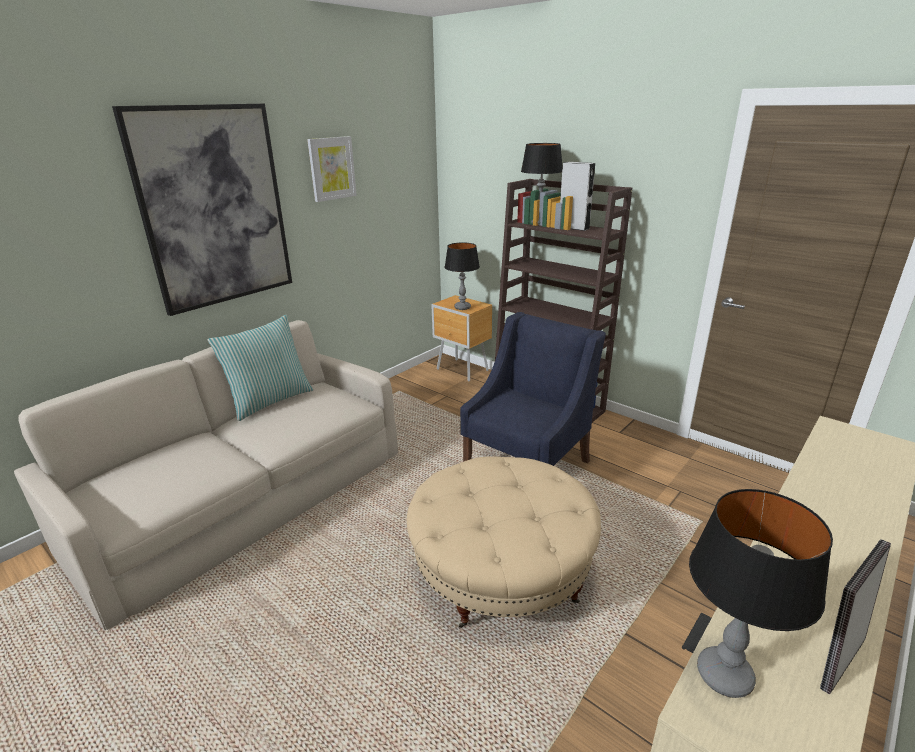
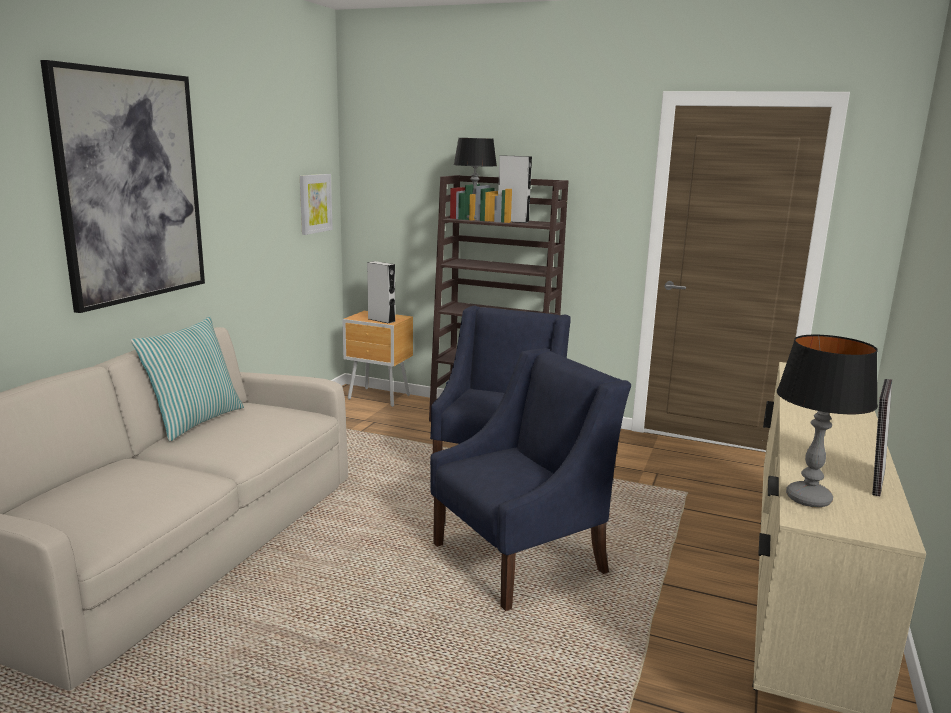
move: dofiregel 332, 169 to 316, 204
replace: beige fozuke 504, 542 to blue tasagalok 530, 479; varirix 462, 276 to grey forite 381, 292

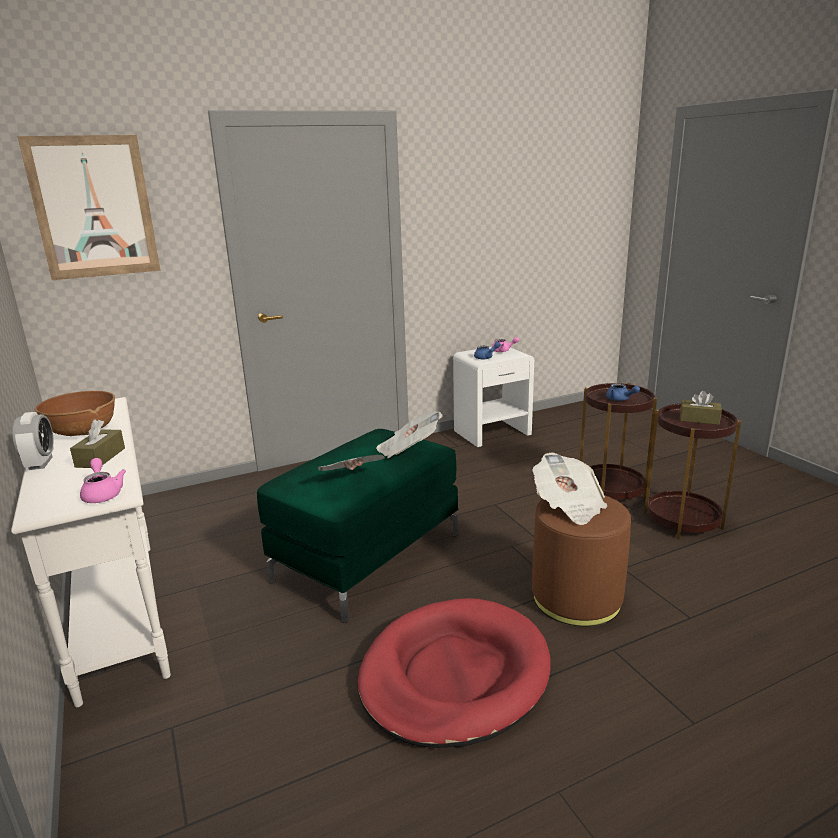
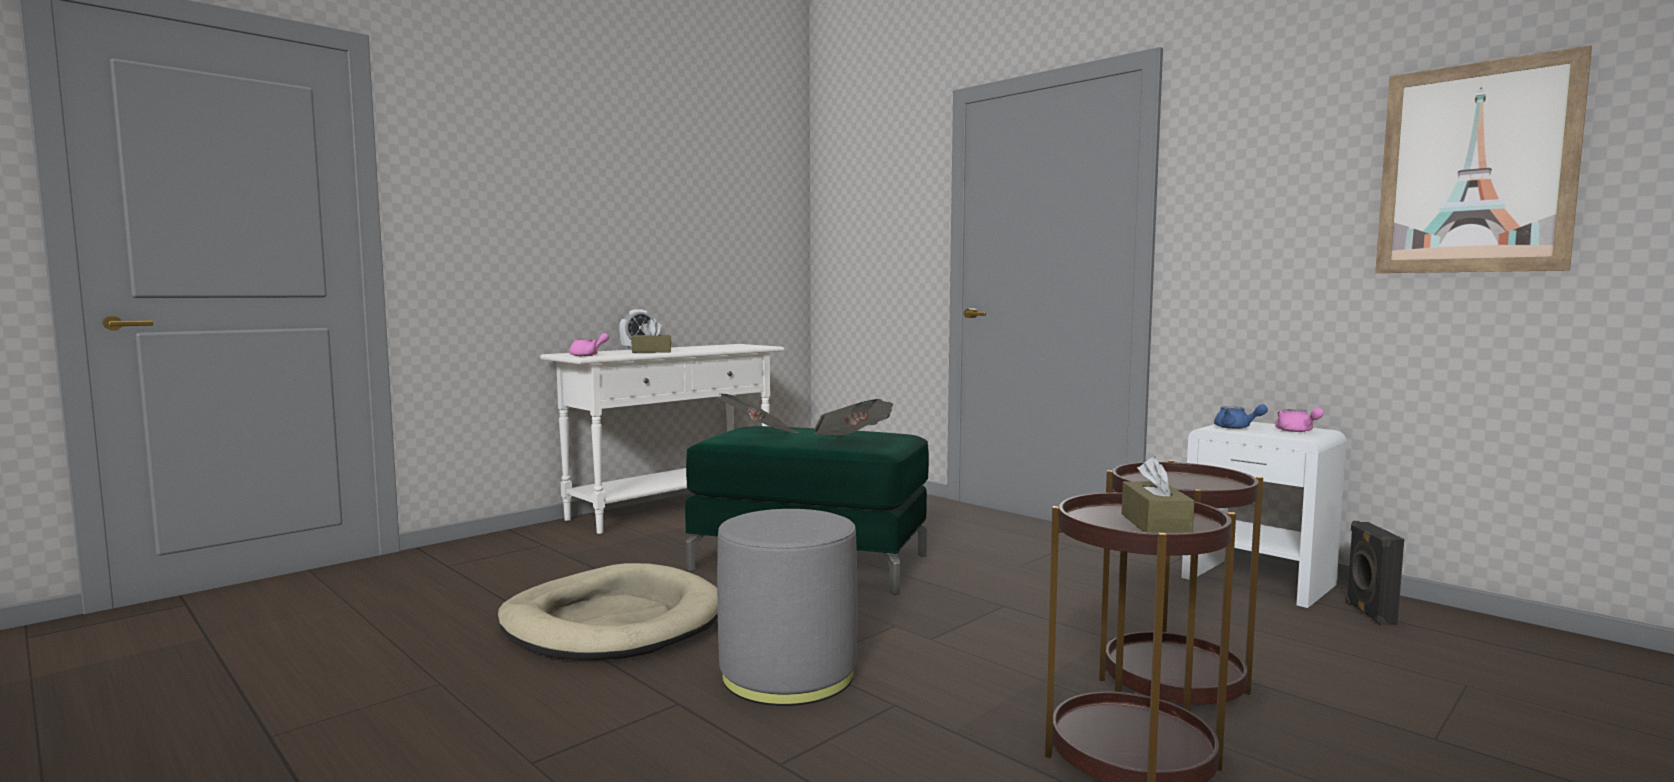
delete: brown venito 75, 413; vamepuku 569, 489; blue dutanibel 623, 392
insert: black forite 1375, 573
move: dofiregel 89, 207 to 1483, 159
recolor: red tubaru 454, 673 to beige tubaru 607, 611; brown fozuke 581, 561 to grey fozuke 787, 607

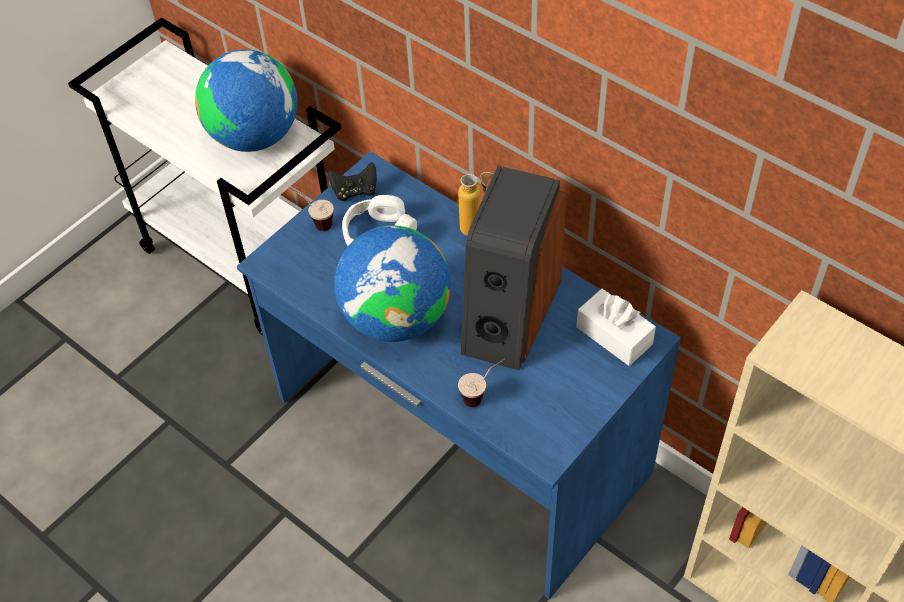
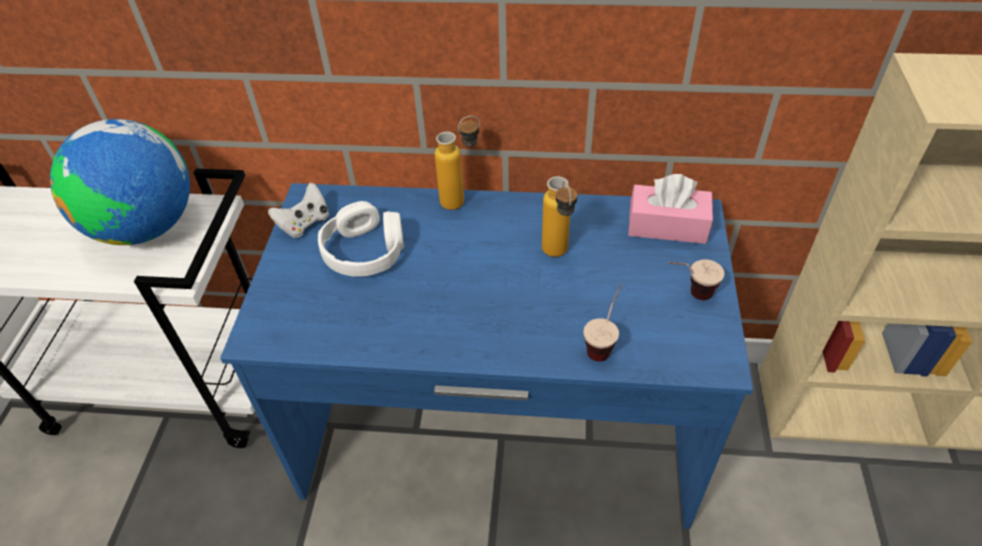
delete: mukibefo 392, 283
move: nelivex 311, 209 to 696, 280
replace: forite 513, 268 to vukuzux 560, 216
recolor: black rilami 352, 181 to white rilami 298, 210; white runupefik 616, 327 to pink runupefik 670, 209

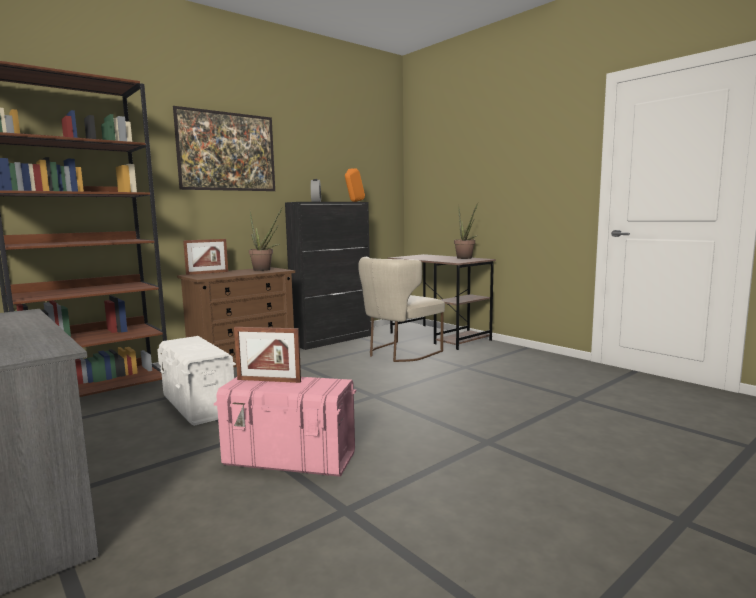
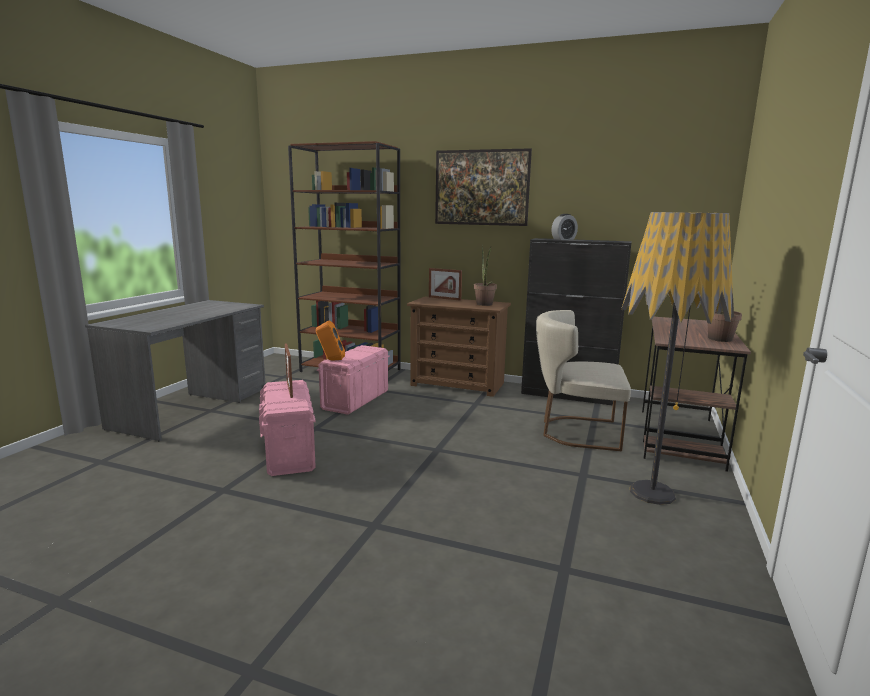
insert: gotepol 677, 358
move: orange forite 355, 185 to 330, 341
recolor: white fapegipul 196, 381 to pink fapegipul 353, 380

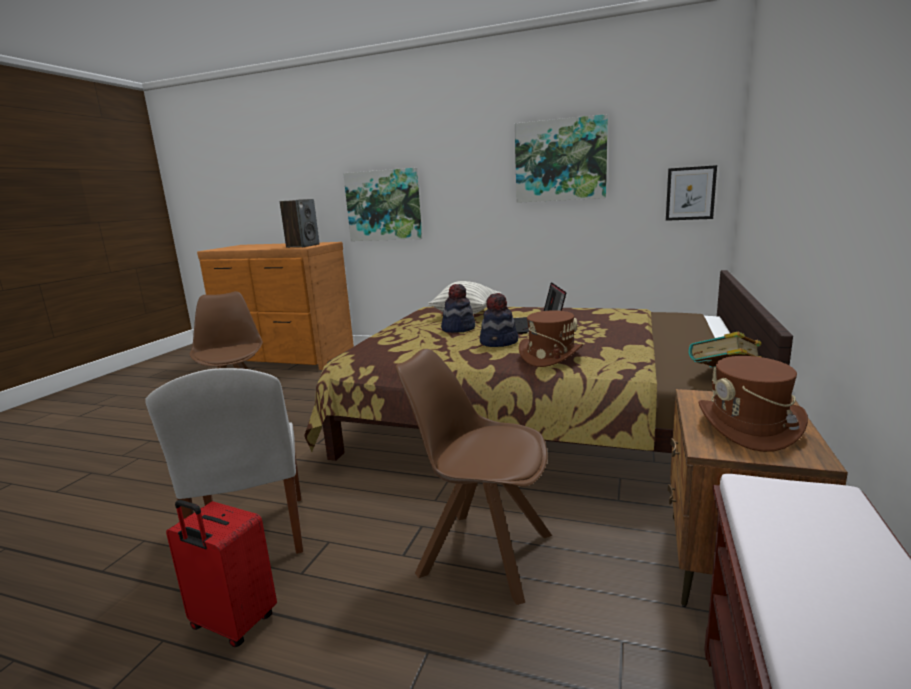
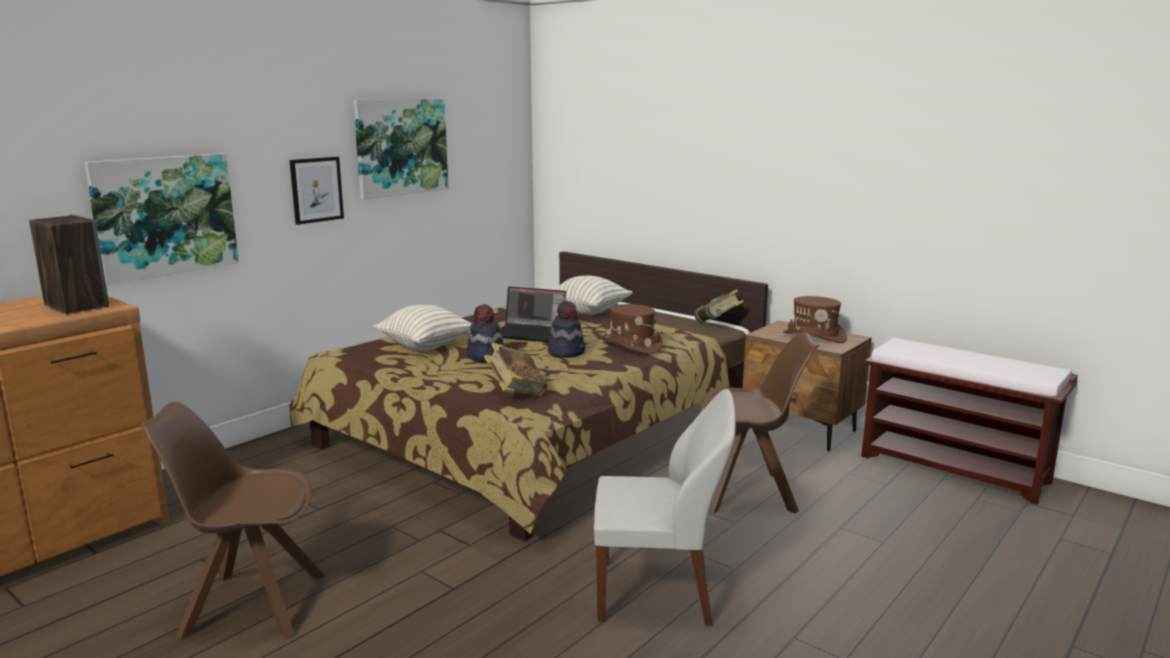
delete: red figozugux 221, 573
insert: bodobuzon 516, 369; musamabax 593, 295
move: dofiregel 691, 193 to 317, 191
rotate: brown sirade 473, 477 = 759, 423 135 degrees counterclockwise

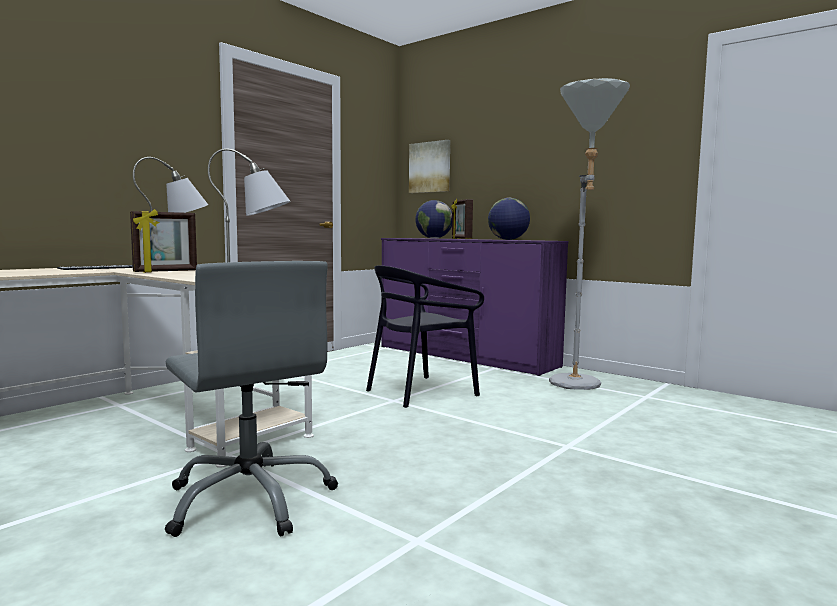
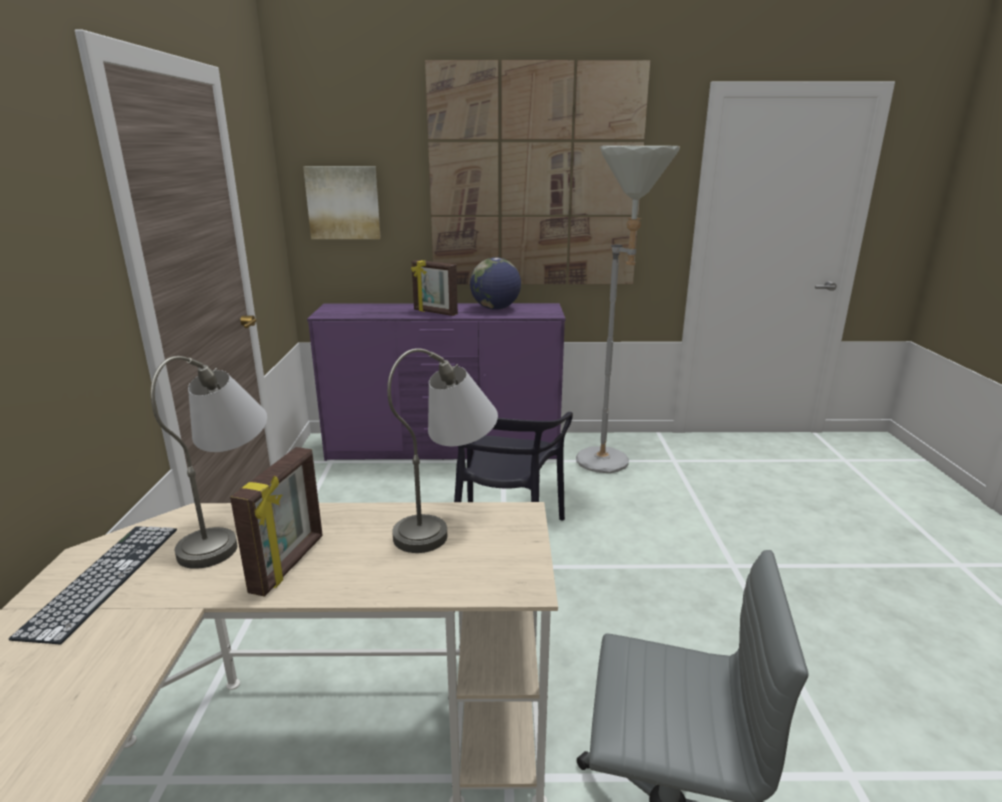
delete: mukibefo 433, 219
insert: dofiregel 538, 172

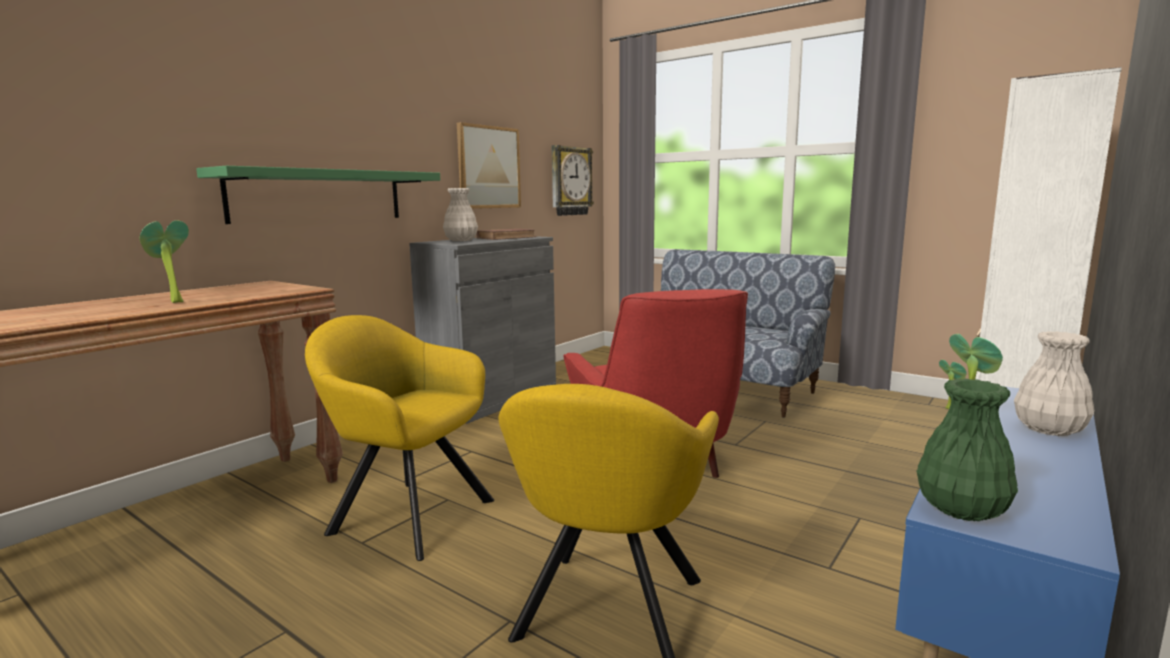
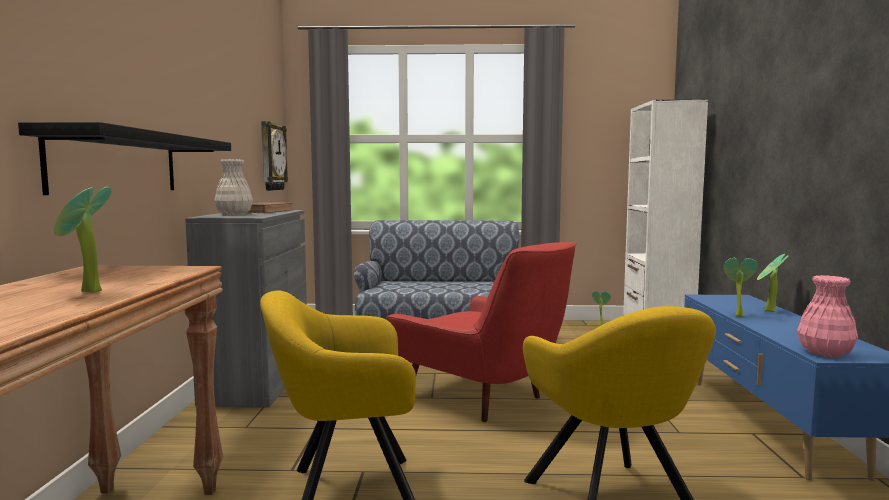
delete: dofiregel 489, 165
replace: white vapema 1054, 383 to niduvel 772, 283
recolor: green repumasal 318, 195 to black repumasal 124, 158; green vapema 967, 449 to pink vapema 827, 316

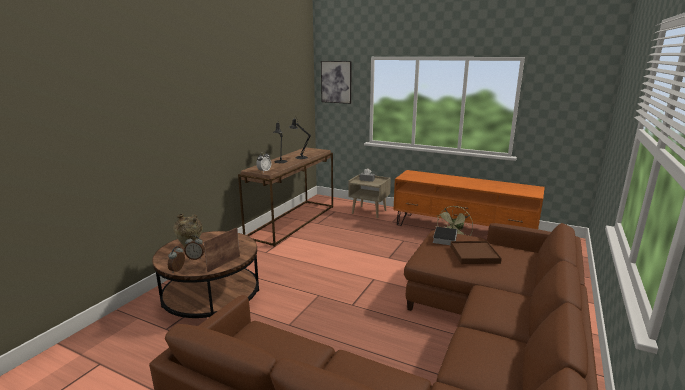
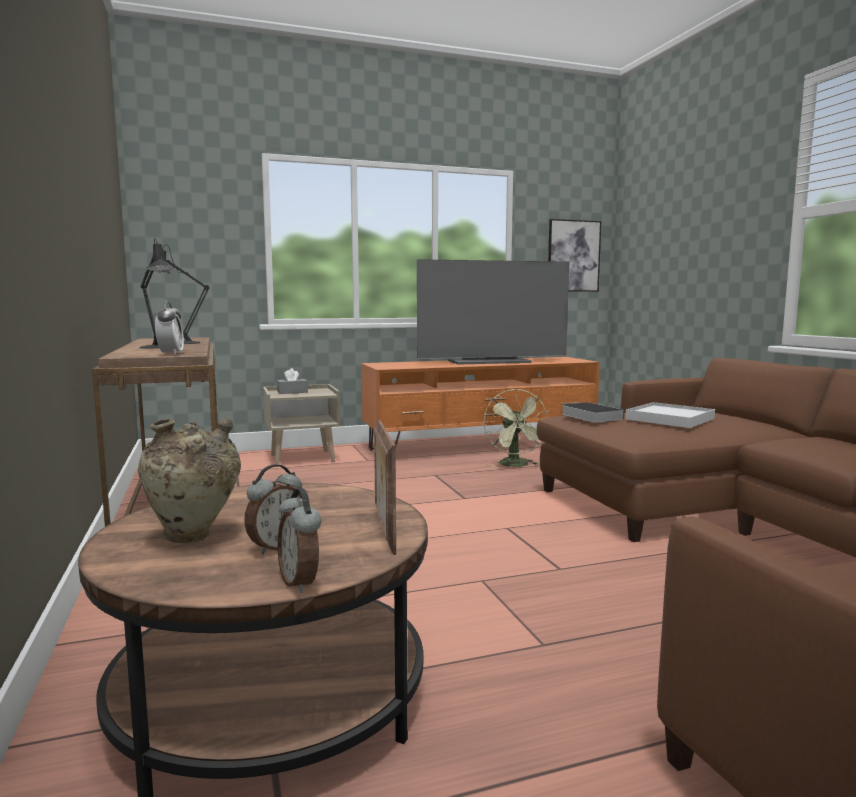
insert: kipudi 493, 311
move: dofiregel 336, 82 to 574, 255
recolor: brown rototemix 476, 252 to white rototemix 670, 415

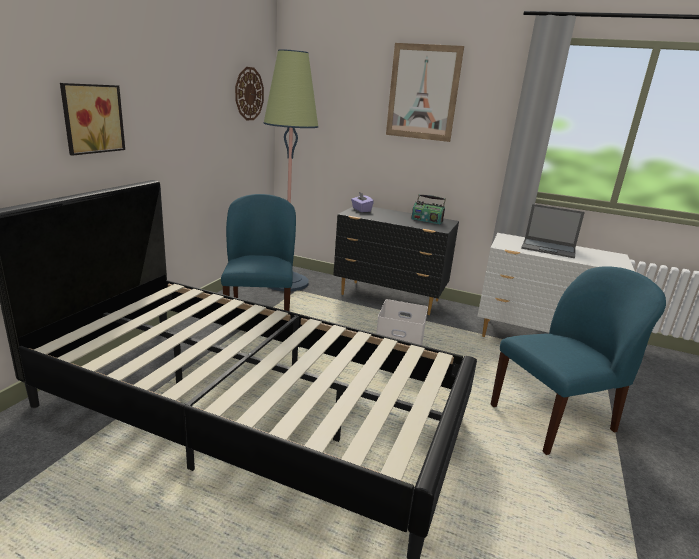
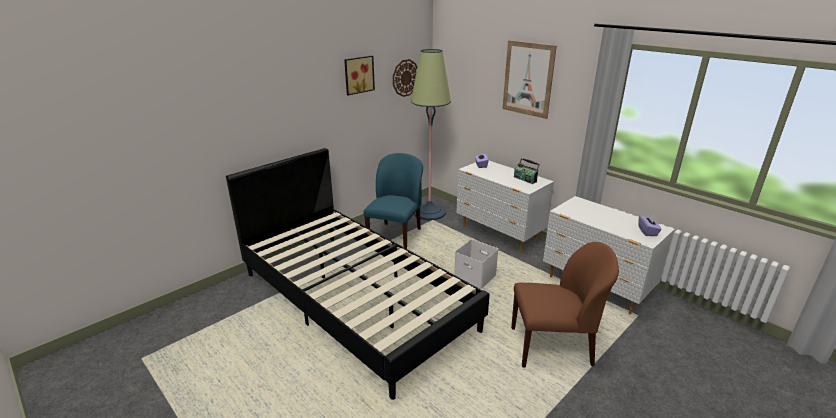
delete: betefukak 553, 231
insert: purple runupefik 650, 225
move: dofiregel 92, 119 to 359, 75
recolor: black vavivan 396, 261 to white vavivan 505, 207; blue sirade 578, 360 to brown sirade 565, 304

